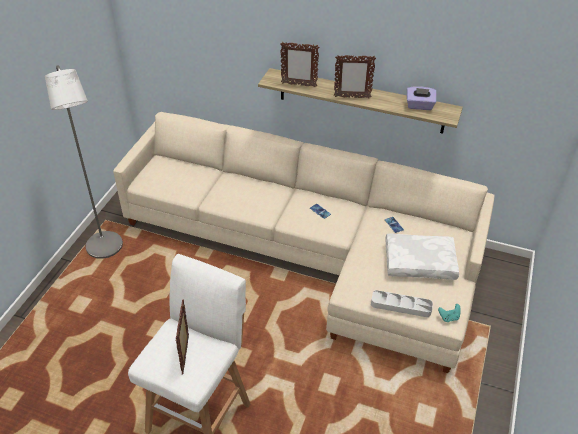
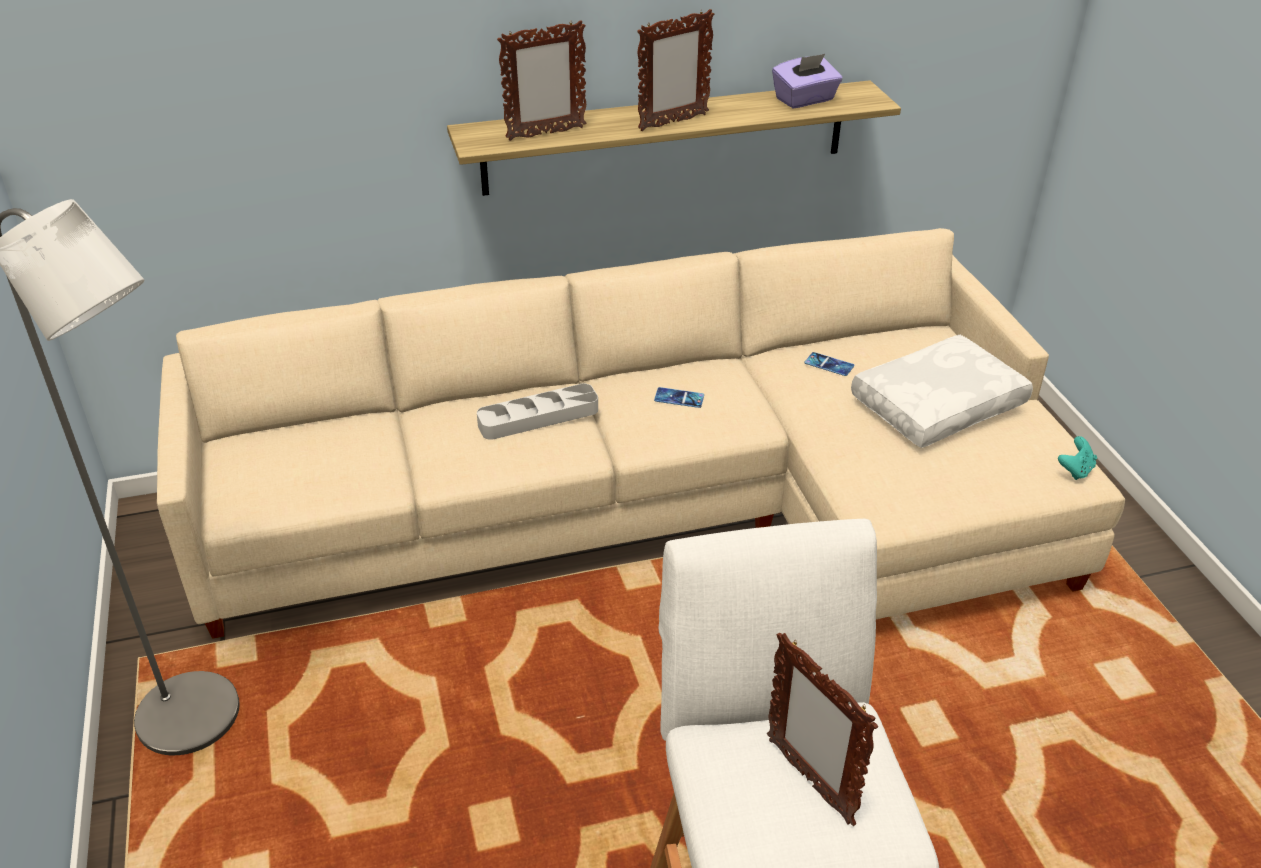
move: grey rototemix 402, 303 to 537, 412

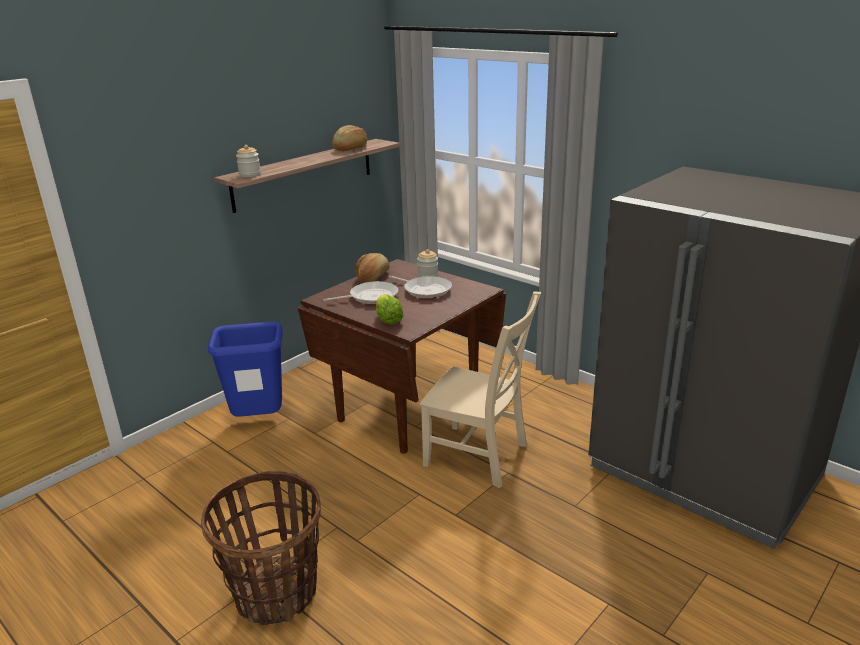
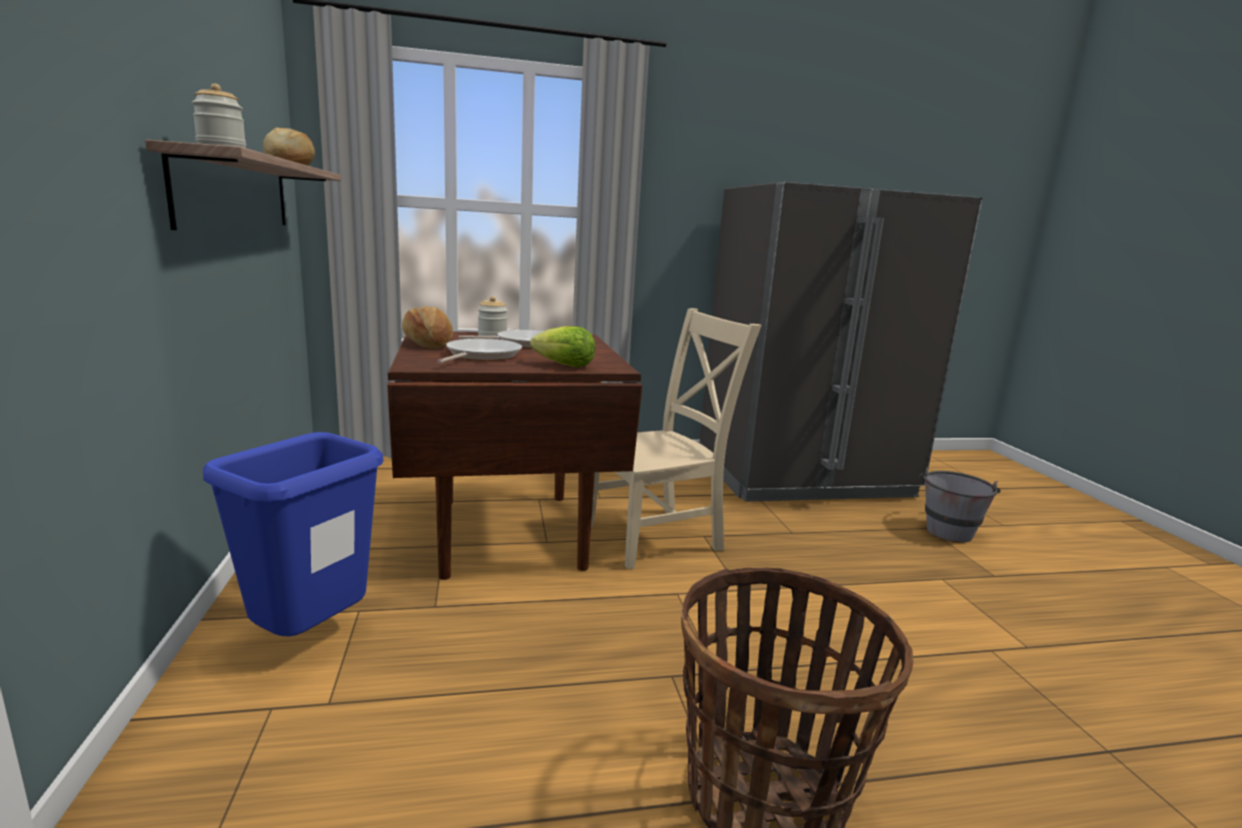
insert: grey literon 960, 505

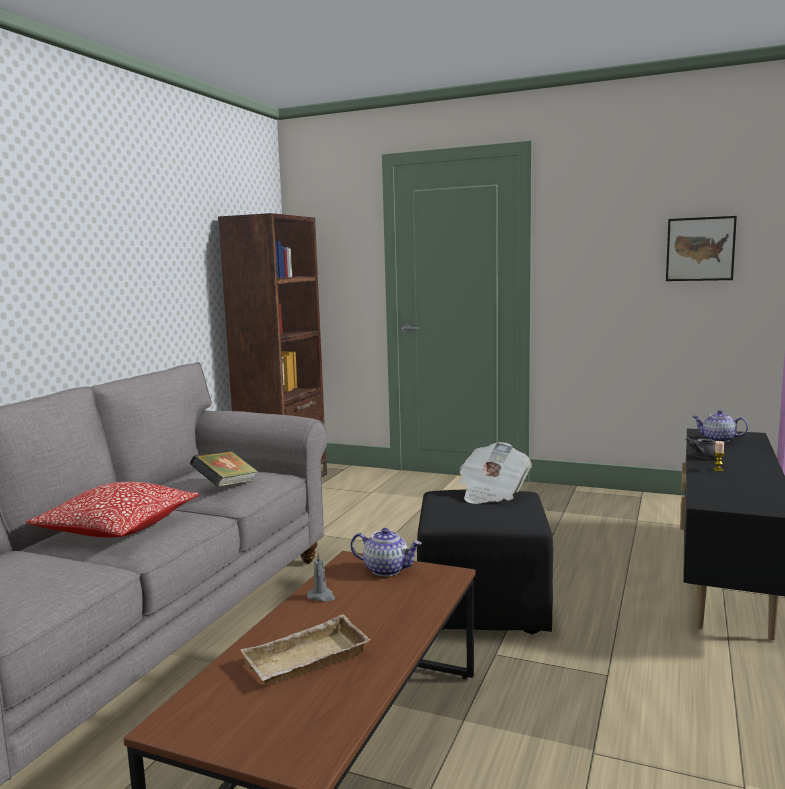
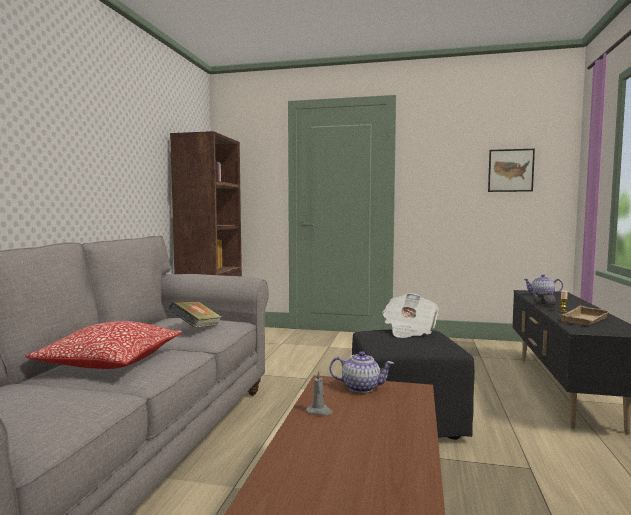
move: beige rototemix 305, 649 to 586, 315

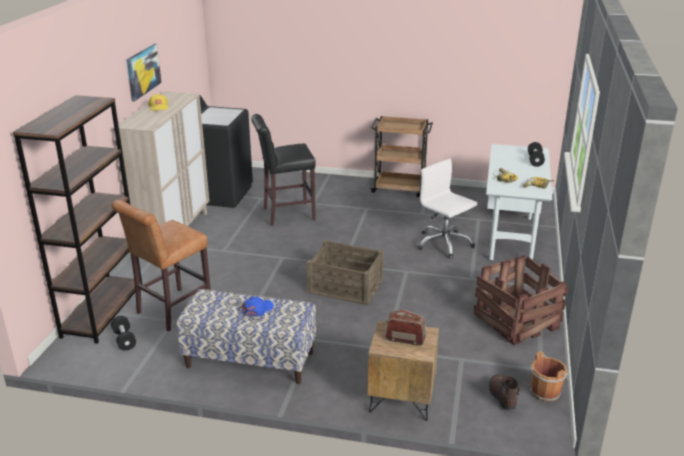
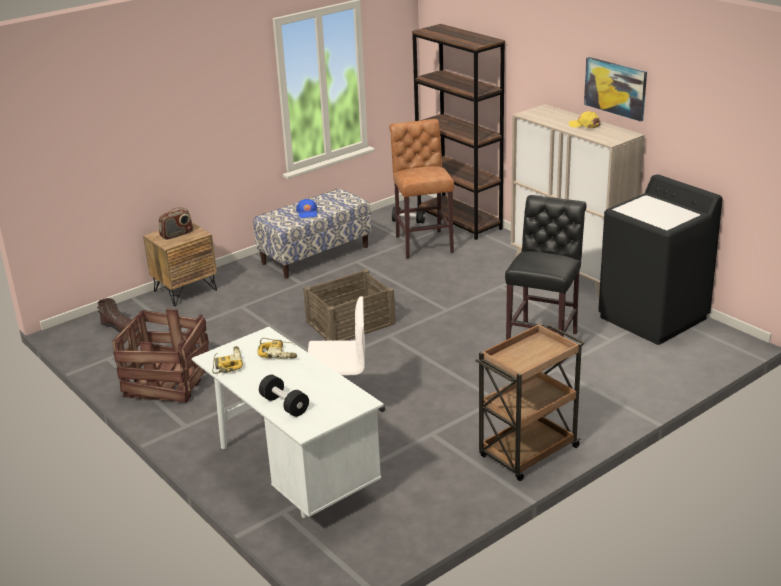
delete: brown literon 549, 376

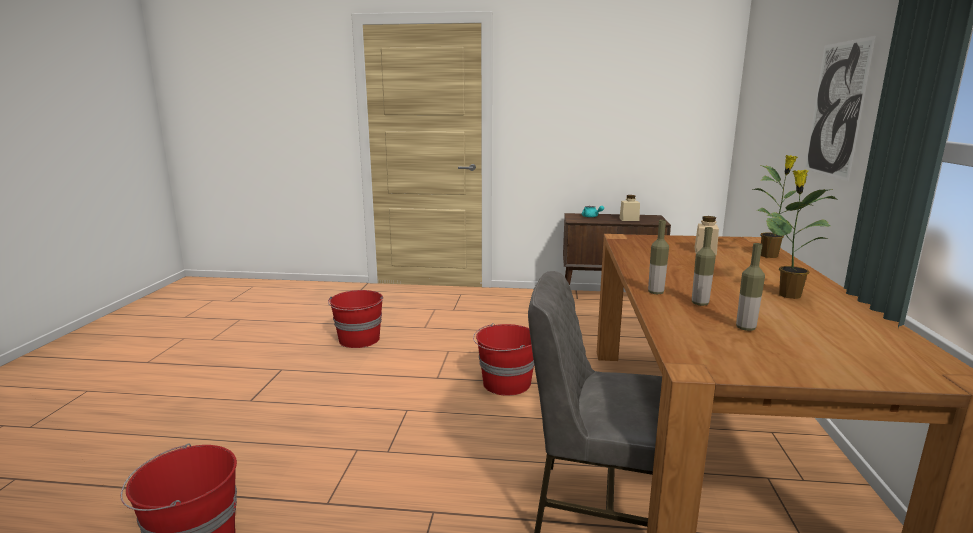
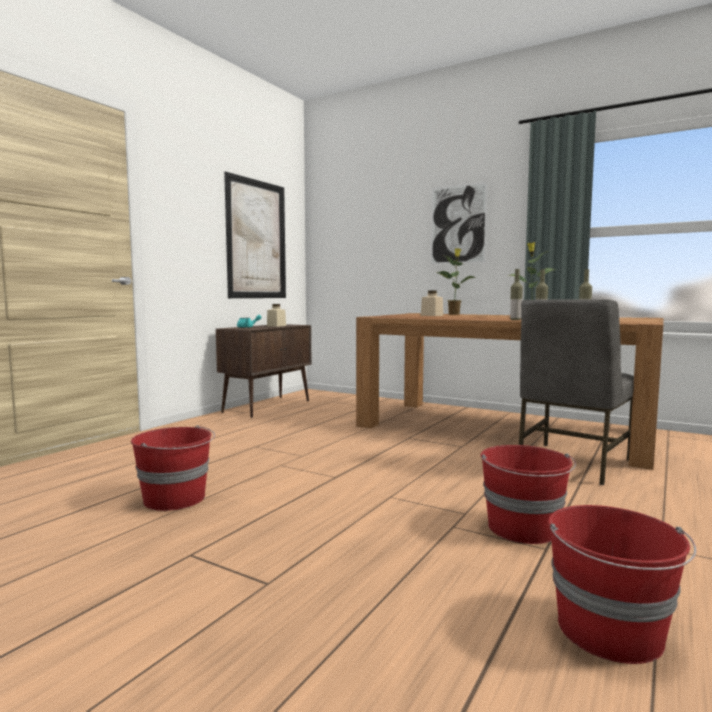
insert: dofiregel 255, 234
move: red literon 503, 359 to 528, 494

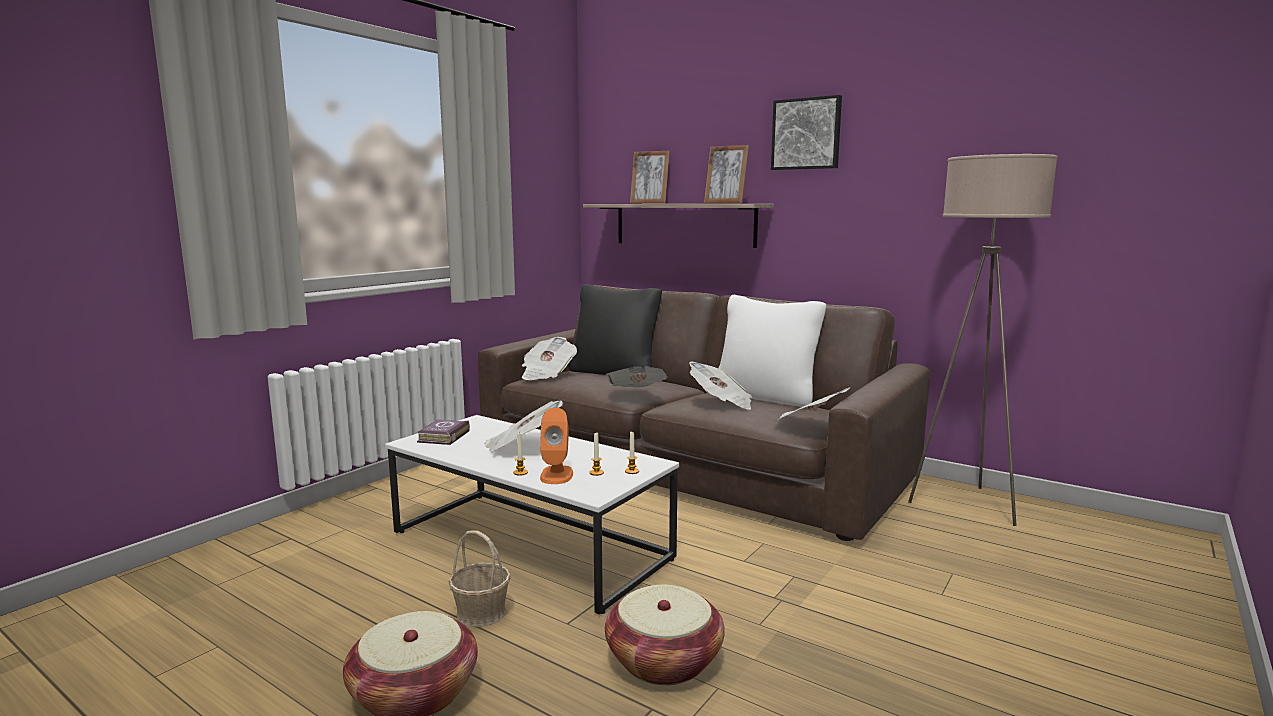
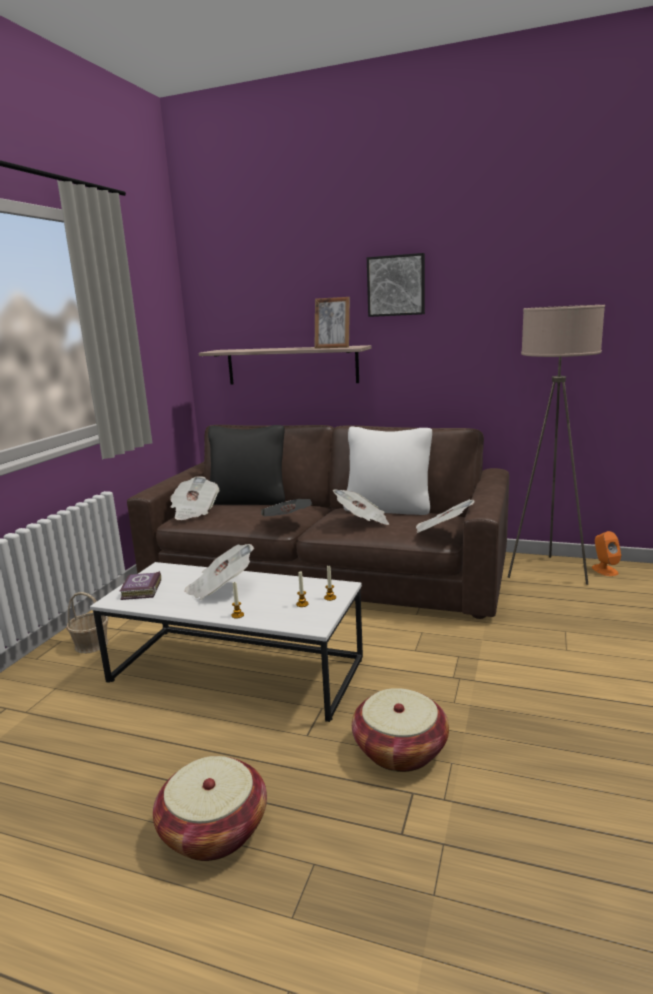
delete: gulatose 650, 177
move: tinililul 480, 578 to 87, 622; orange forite 556, 446 to 606, 553

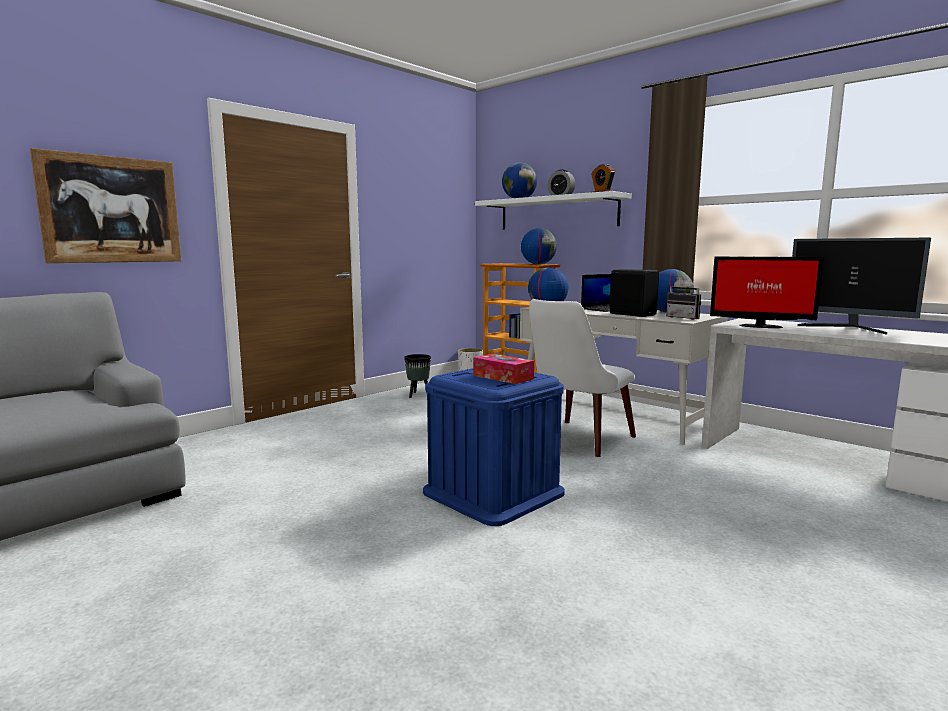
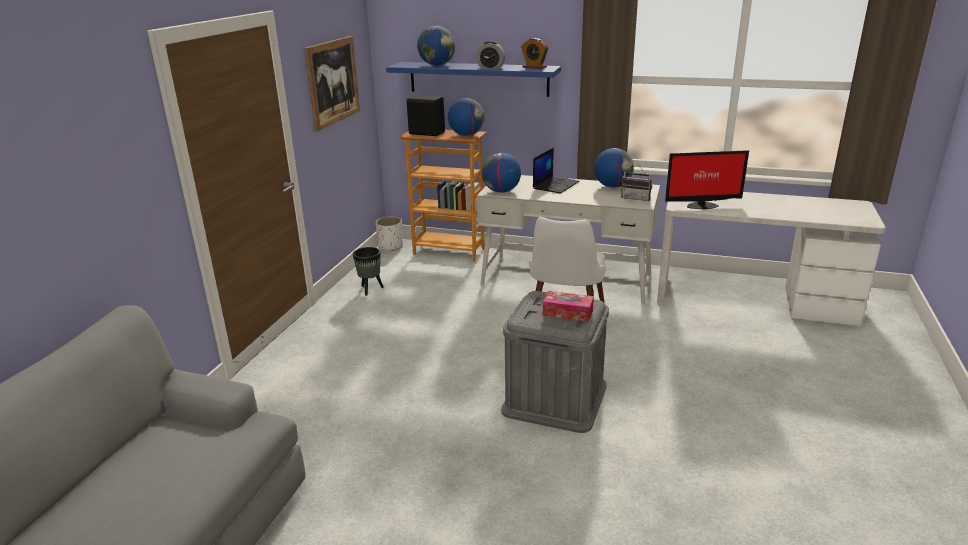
delete: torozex 861, 286
move: dofiregel 105, 205 to 332, 83; black forite 634, 293 to 426, 115
recolor: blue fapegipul 494, 447 to grey fapegipul 555, 362; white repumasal 553, 210 to blue repumasal 473, 79

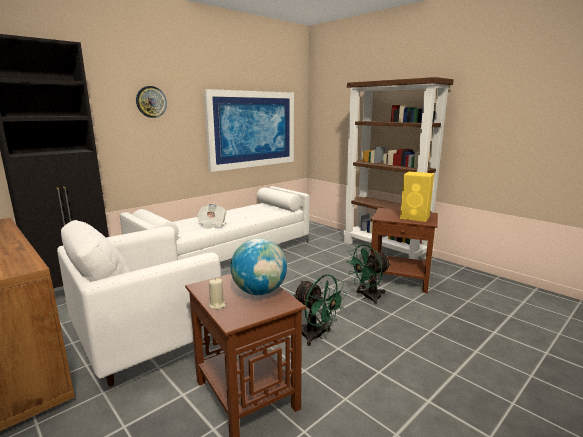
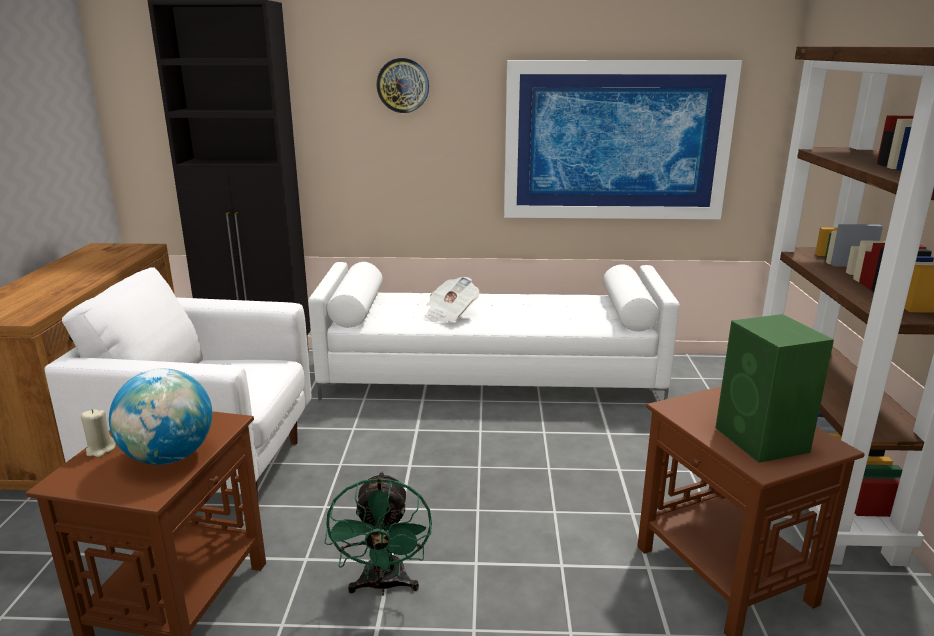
delete: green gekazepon 368, 274
recolor: yellow forite 417, 196 to green forite 774, 388

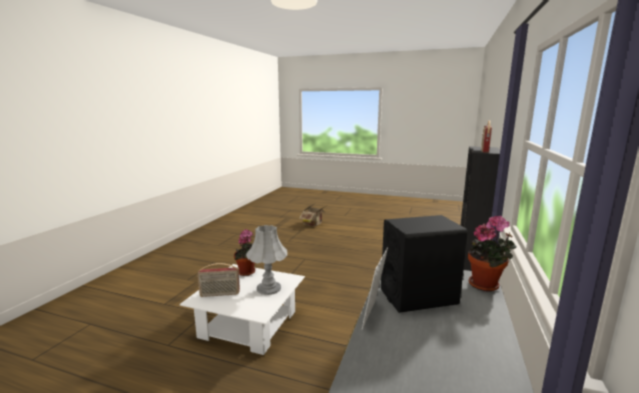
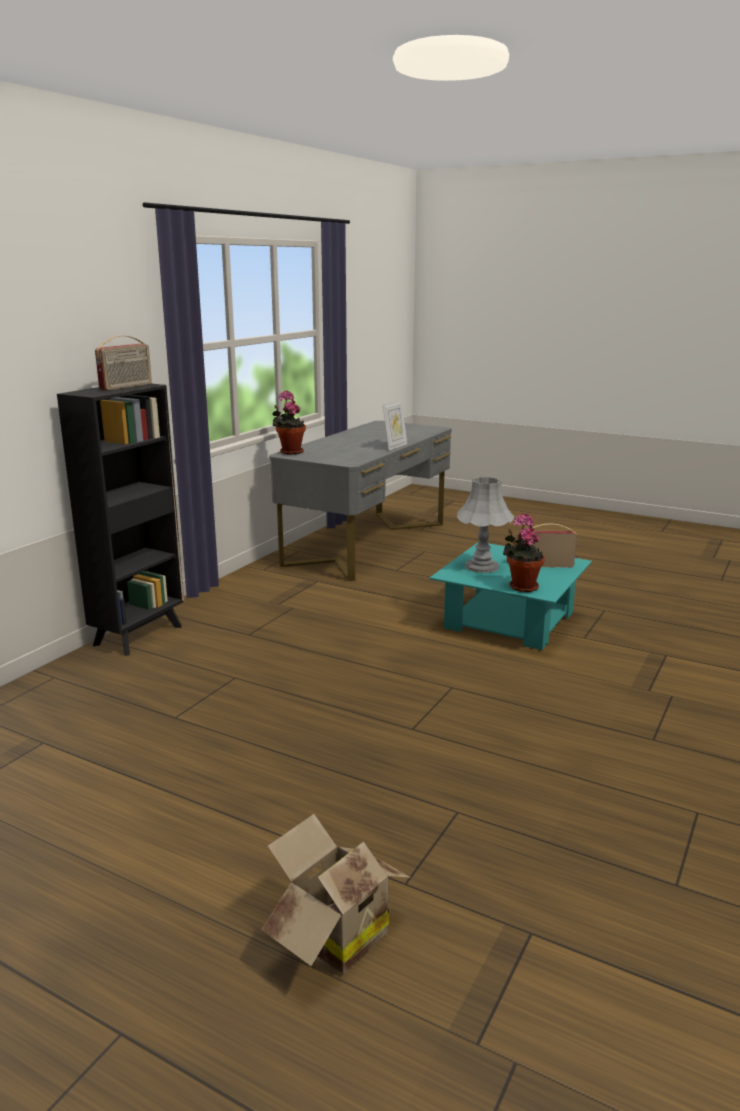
delete: black forite 424, 264
recolor: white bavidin 242, 309 to turquoise bavidin 511, 596

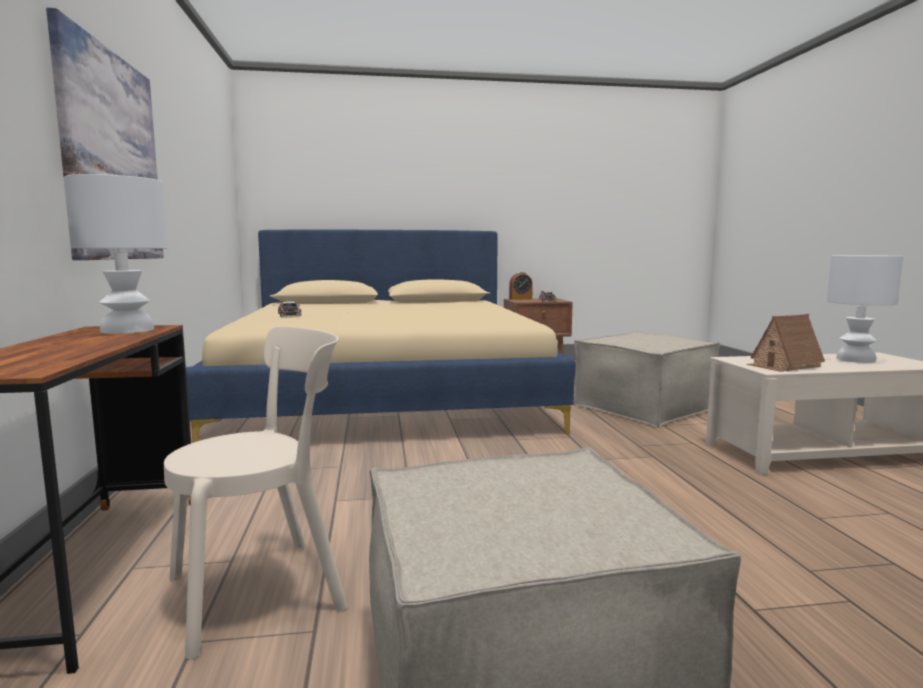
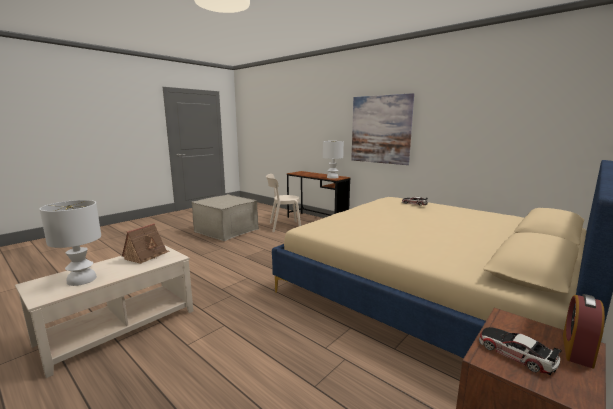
delete: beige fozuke 647, 379
rotate: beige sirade 256, 493 = 283, 203 60 degrees clockwise

